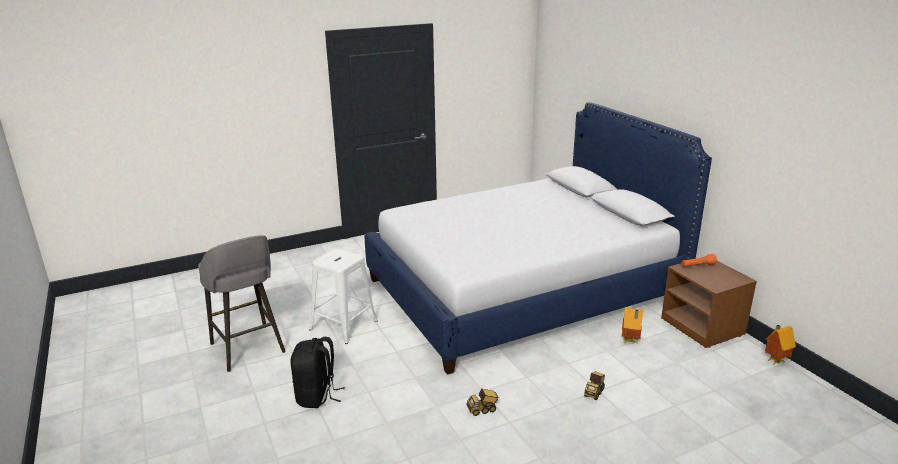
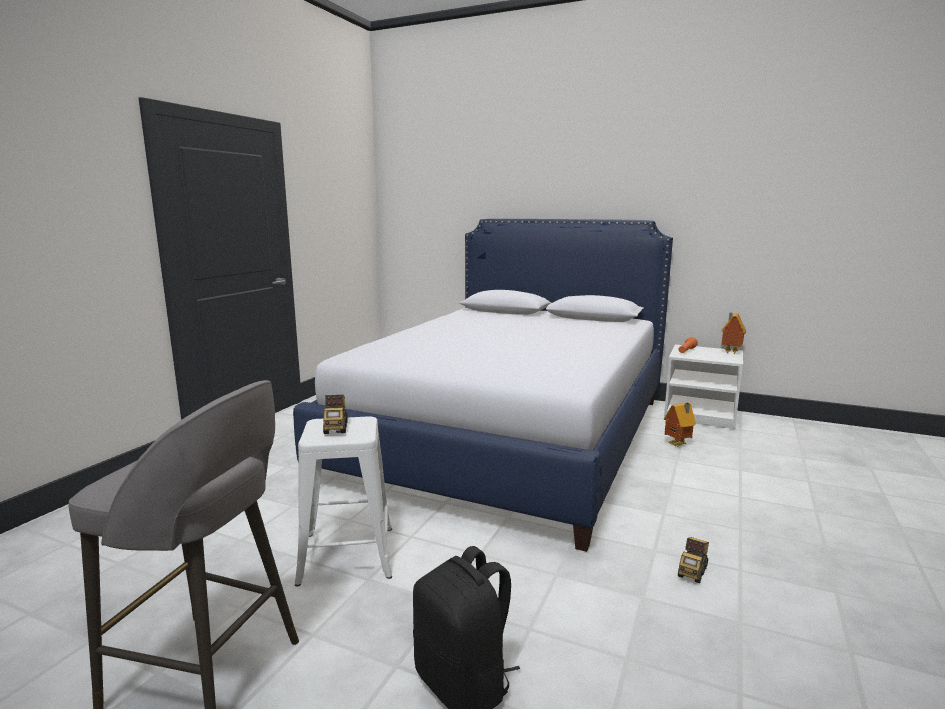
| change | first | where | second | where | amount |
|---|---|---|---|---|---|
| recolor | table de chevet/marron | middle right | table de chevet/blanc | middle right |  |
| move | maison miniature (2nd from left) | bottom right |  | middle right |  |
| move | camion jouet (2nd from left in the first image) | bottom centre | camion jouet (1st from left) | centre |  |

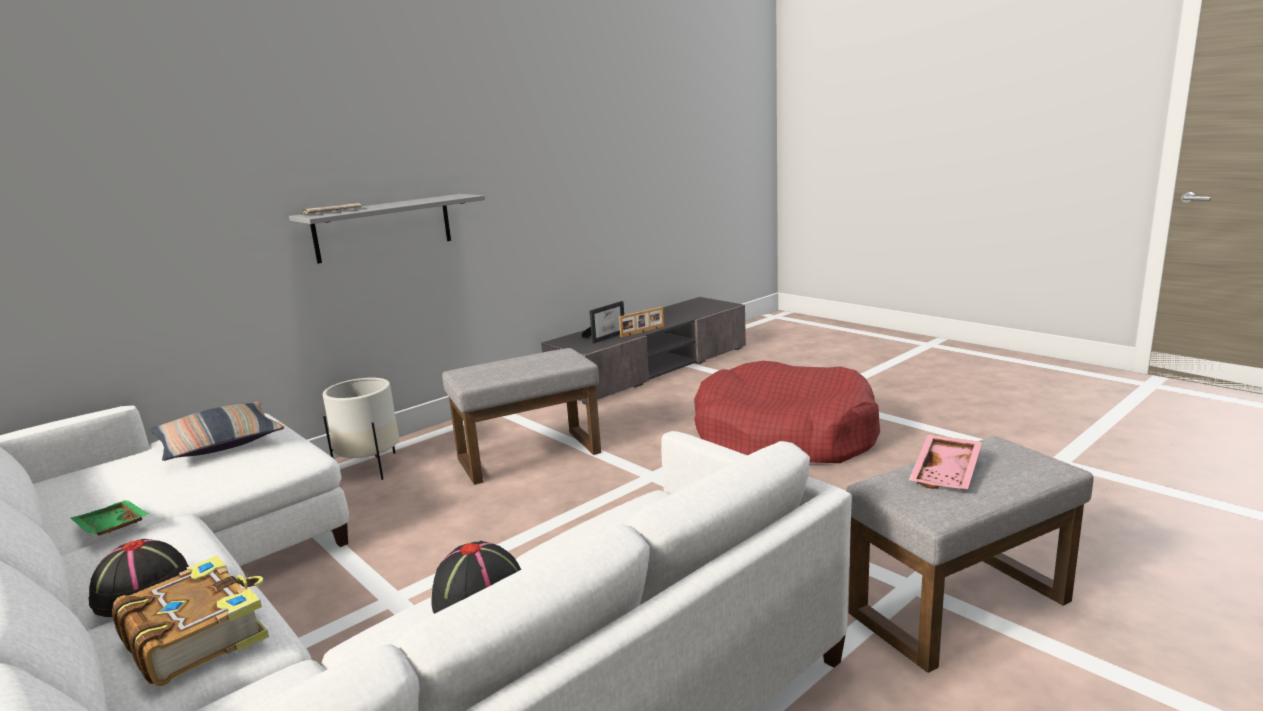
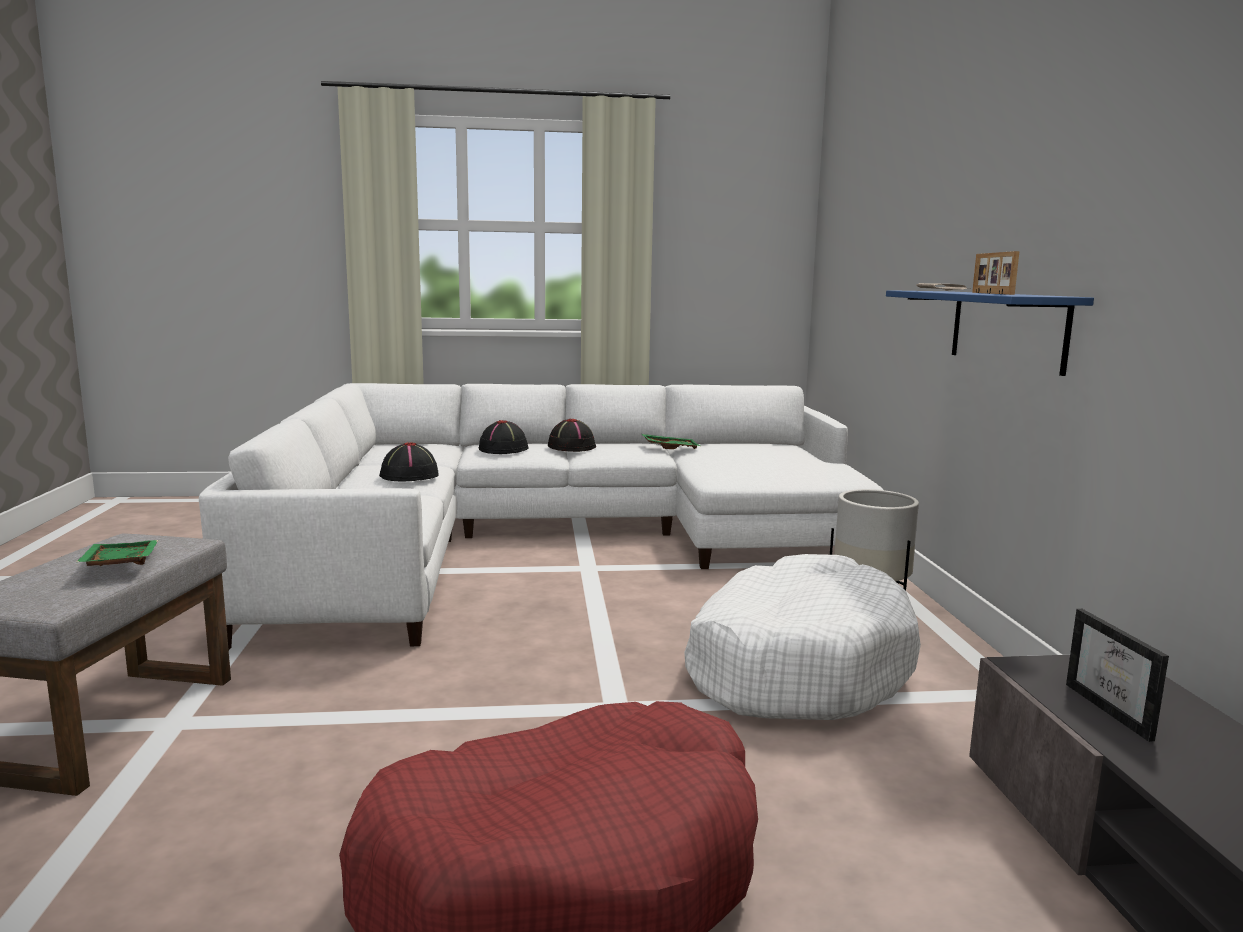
| change | first | where | second | where | amount |
|---|---|---|---|---|---|
| recolor | étagère/gris | top left | étagère/bleu | middle right |  |
| move | cadre photo (2nd from left in the first image) | centre | cadre photo (1st from left) | top right |  |
| replace | pouf/gris (1st from left) | centre | panier pour chien/blanc | bottom centre |  |
| delete | coussin | middle left |  |  |  |
| recolor | plateau/rose | middle right | plateau/vert (1st from left) | middle left |  |
| replace | livre | bottom left | chapeau/noir (2nd from left) | centre |  |

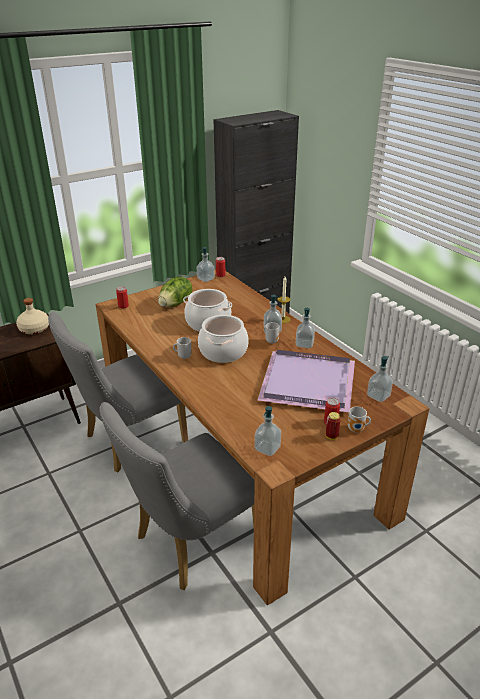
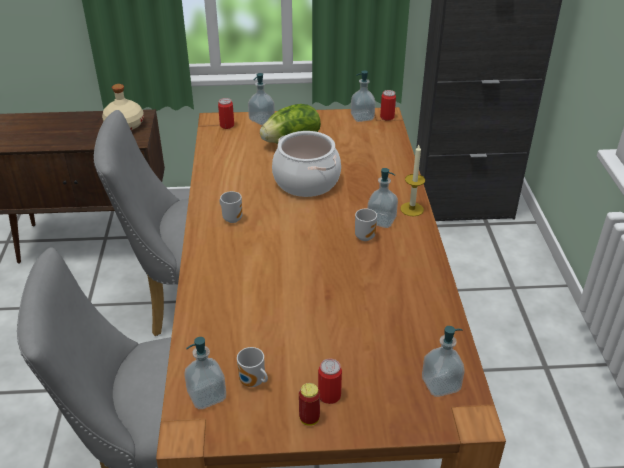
| change | first | where | second | where | amount |
|---|---|---|---|---|---|
| move | distributeur de savon (4th from left in the first image) | centre | distributeur de savon (2nd from left) | top centre |  |
| delete | marmite (2nd from left) | centre |  |  |  |
| delete | plateau/violet | centre |  |  |  |
| move | mug (3rd from left in the first image) | middle right | mug (2nd from left) | bottom centre |  |

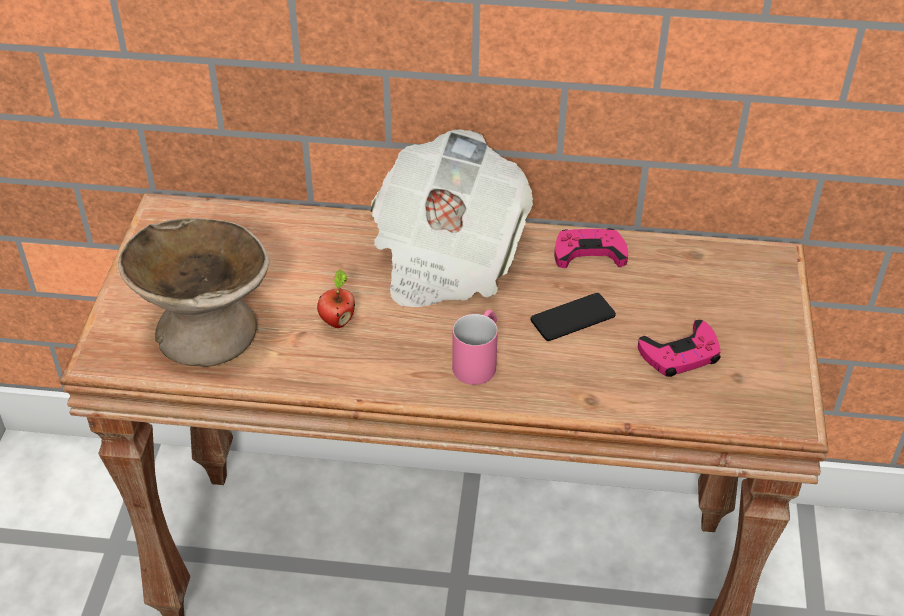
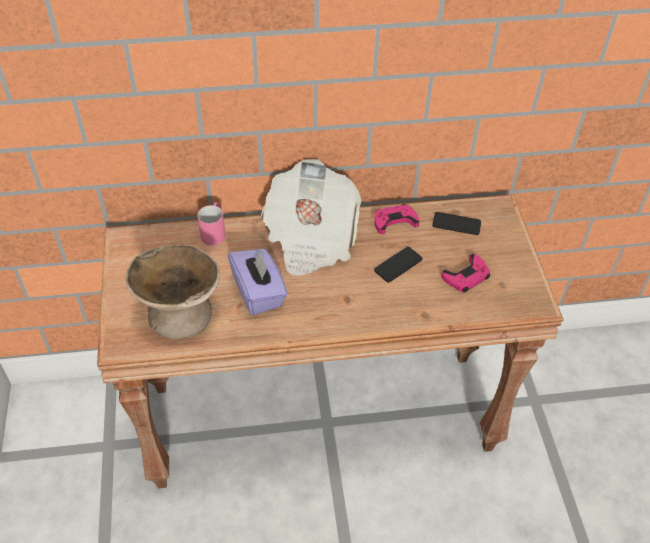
| change | first | where | second | where | amount |
|---|---|---|---|---|---|
| replace | pomme | centre | boîte à mouchoirs/violet | centre |  |
| move | mug/rose | centre |  | middle left |  |
| insert |  |  | téléphone (2nd from left) | middle right |  |

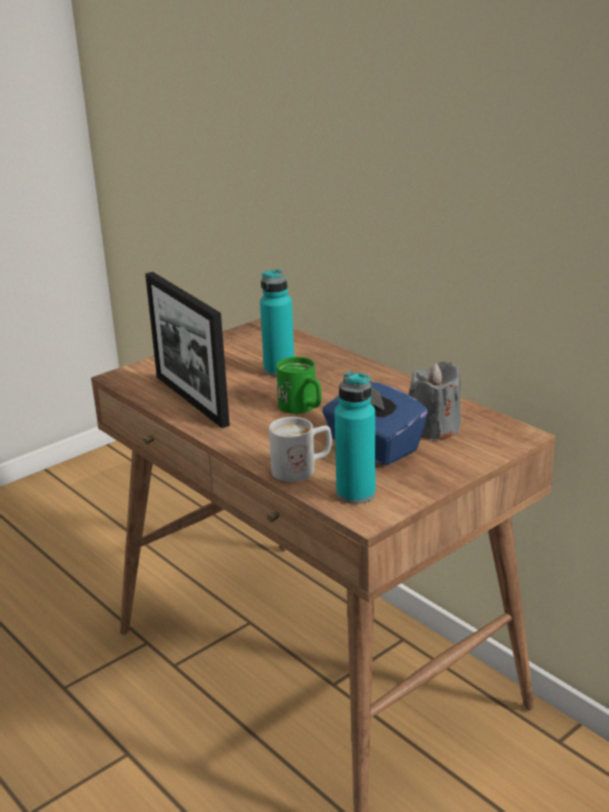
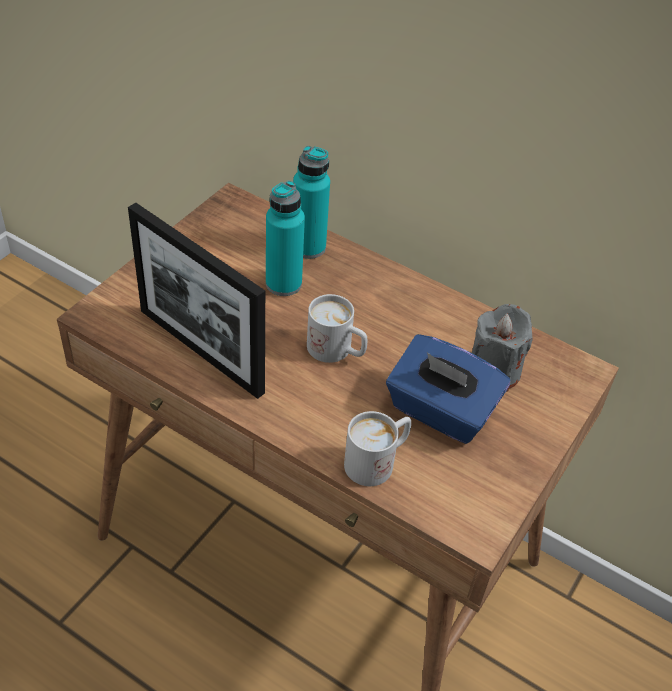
| change | first | where | second | where | amount |
|---|---|---|---|---|---|
| recolor | mug/vert | centre | mug/blanc (1st from left) | centre |  |
| move | bouteille/turquoise (2nd from left) | centre |  | top centre |  |

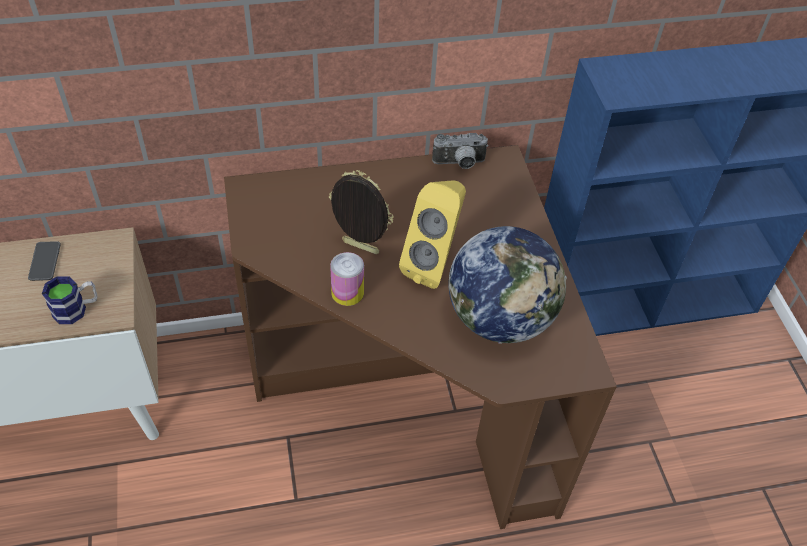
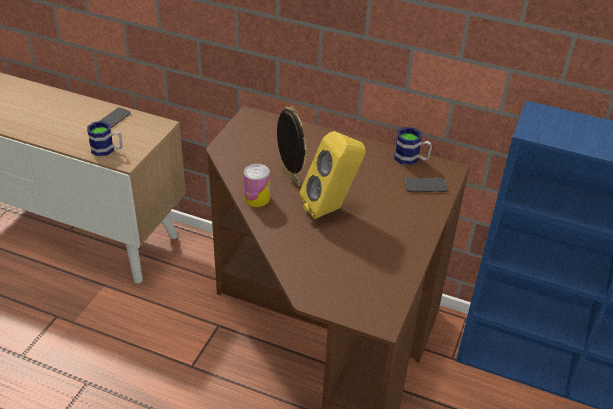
| change | first | where | second | where | amount |
|---|---|---|---|---|---|
| replace | appareil photo | top centre | mug (2nd from left) | middle right |  |
| delete | globe | centre |  |  |  |
| insert |  |  | téléphone (2nd from left) | middle right |  |

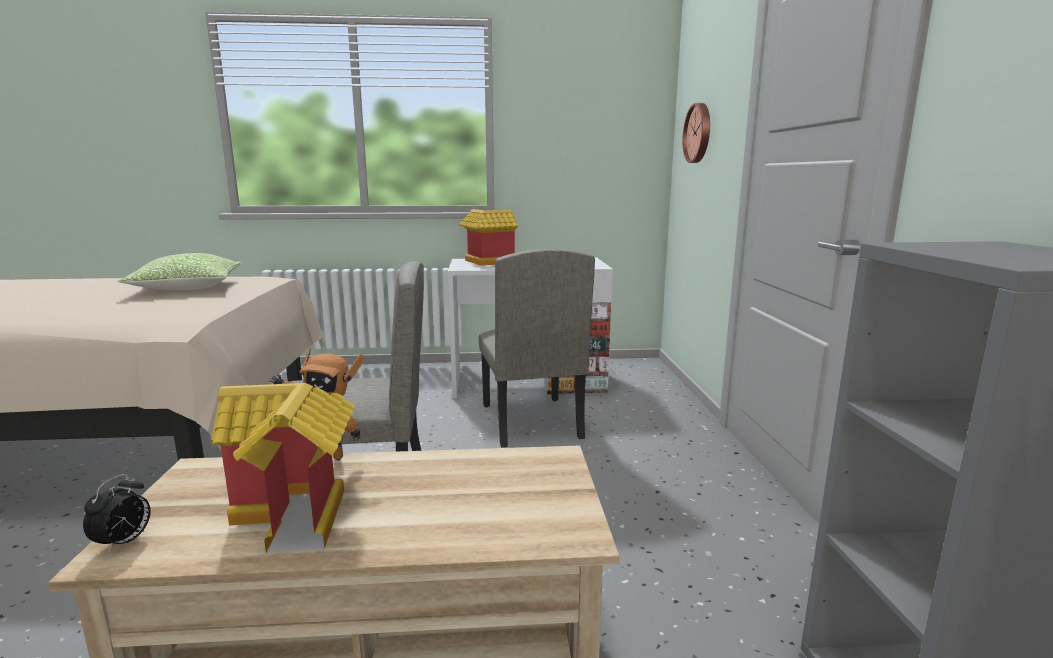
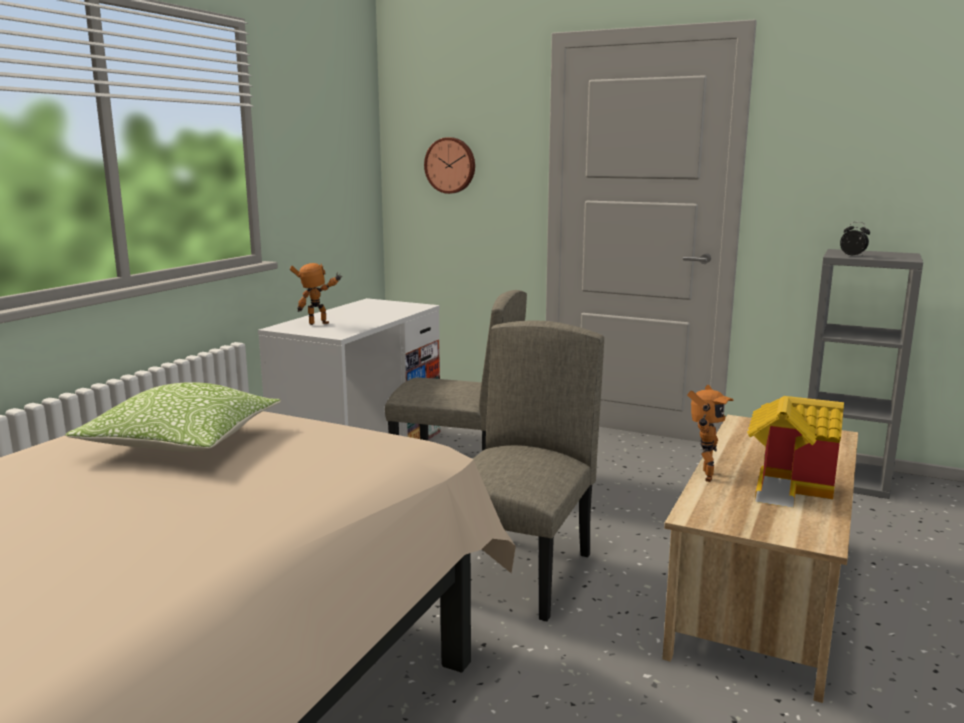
| change | first | where | second | where | amount |
|---|---|---|---|---|---|
| replace | maison miniature (2nd from left) | centre | robot jouet (1st from left) | middle left |  |
| move | réveil | bottom left |  | top right |  |

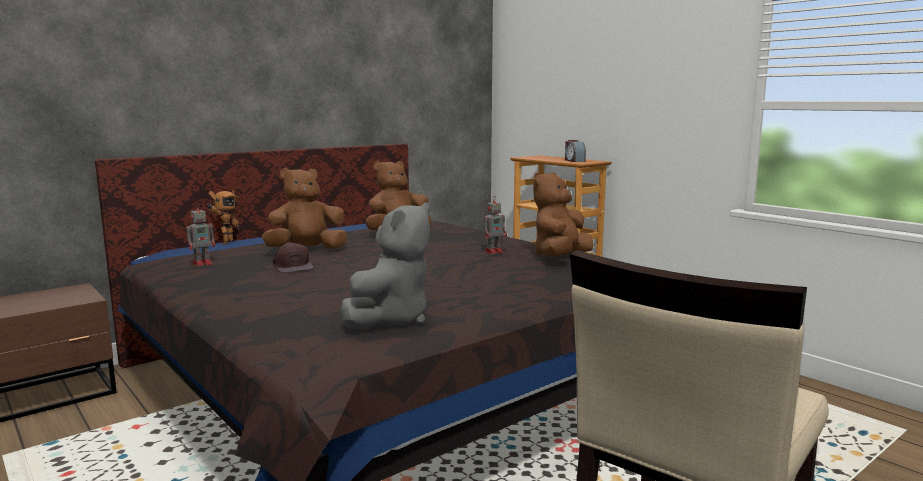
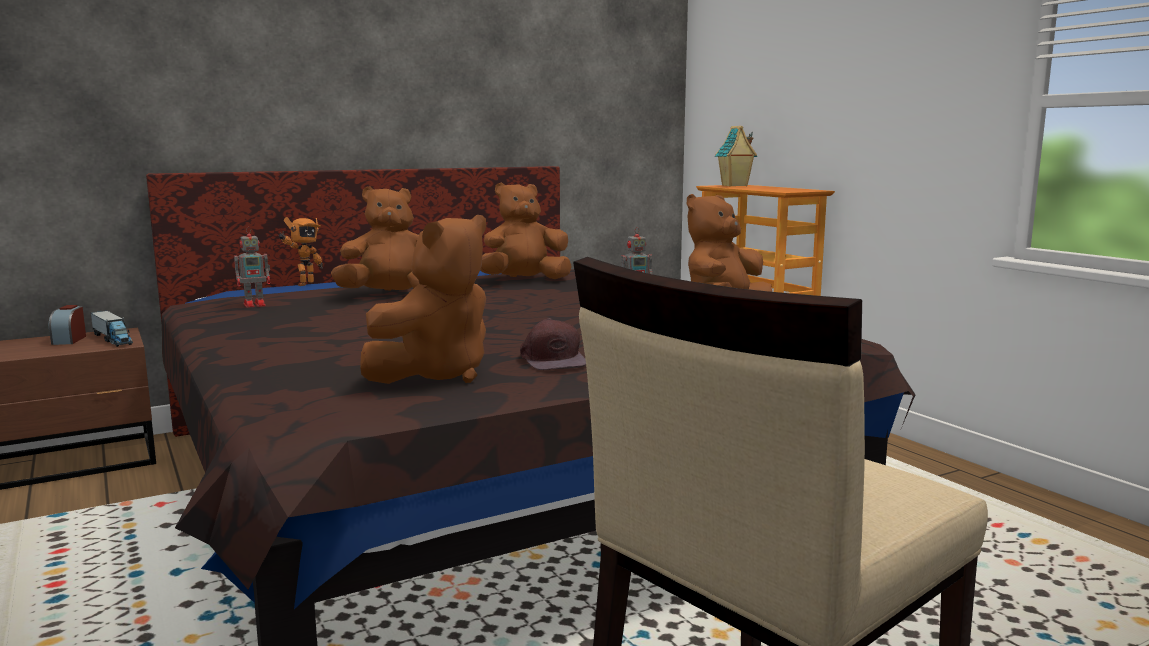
| change | first | where | second | where | amount |
|---|---|---|---|---|---|
| move | réveil | top centre |  | middle left |  |
| recolor | peluche/gris | centre | peluche/marron (2nd from left) | centre |  |
| move | casquette/marron | middle left |  | centre |  |
| insert |  |  | maison miniature | top centre |  |
| insert |  |  | camion jouet | middle left |  |

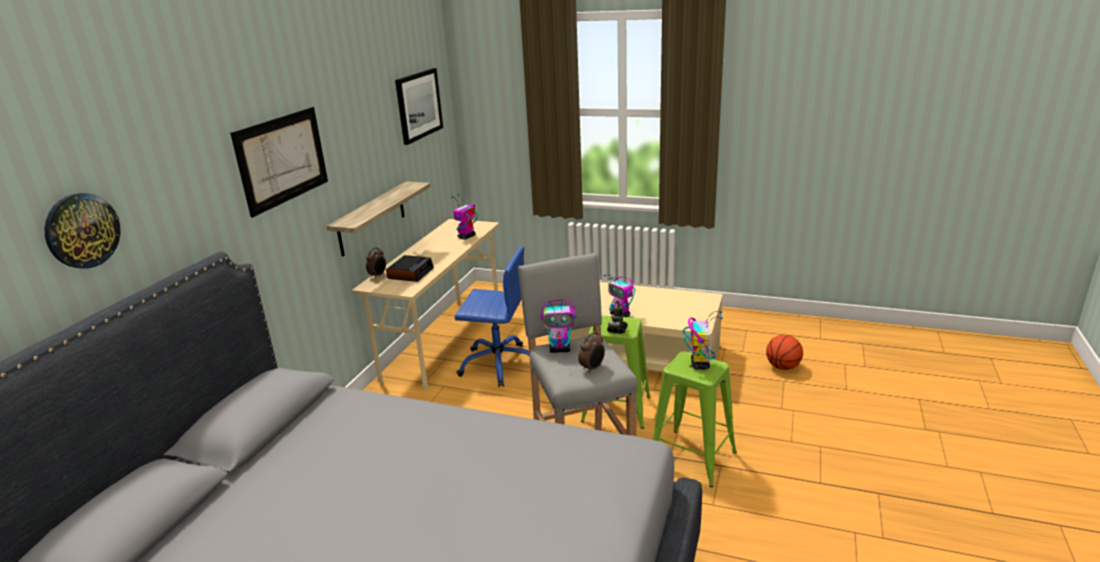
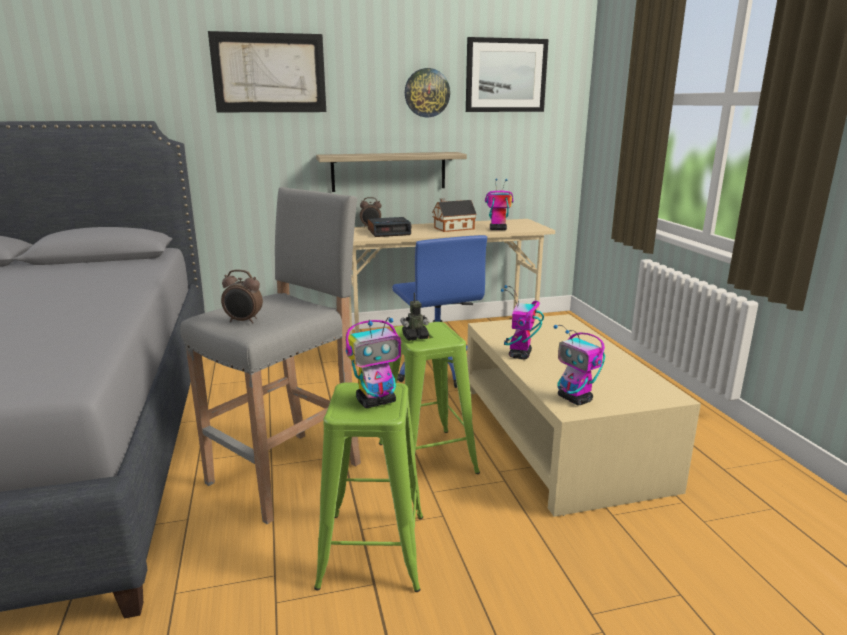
| change | first | where | second | where | amount |
|---|---|---|---|---|---|
| move | horloge murale | middle left |  | top centre |  |
| move | robot jouet (2nd from left in the first image) | centre | robot jouet (5th from left) | middle right |  |
| delete | ballon de basket | middle right |  |  |  |
| insert |  |  | maison miniature | centre |  |

